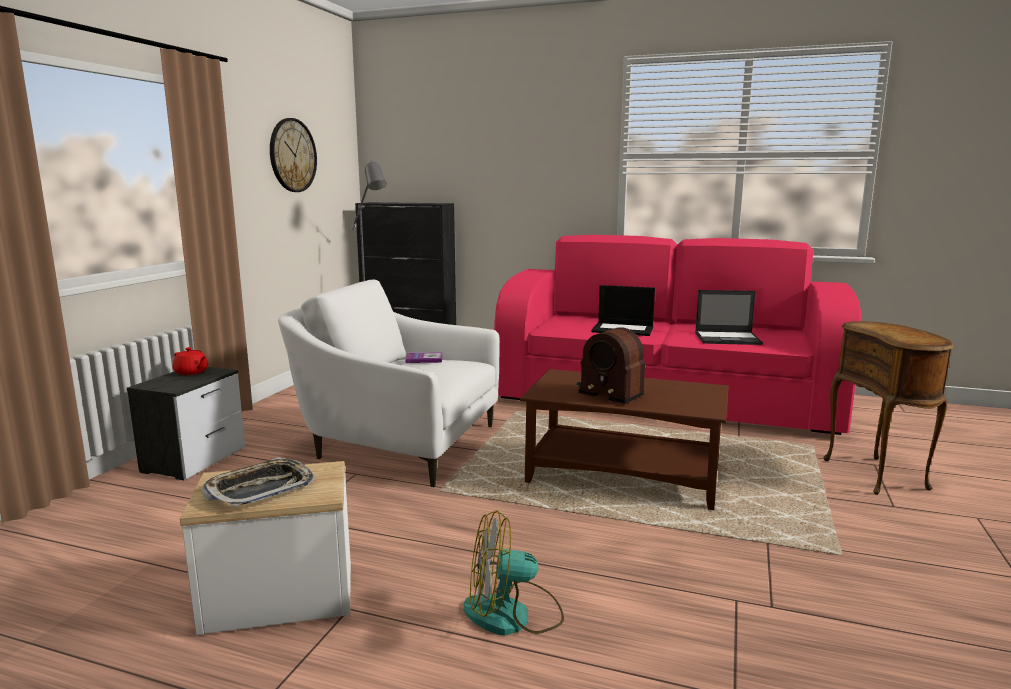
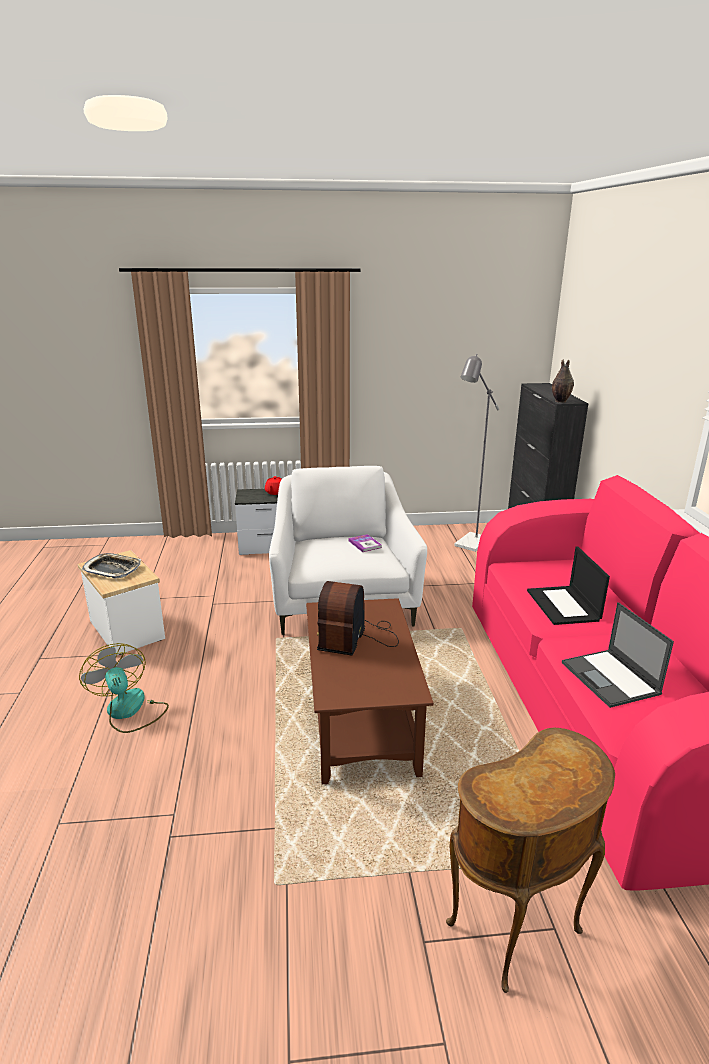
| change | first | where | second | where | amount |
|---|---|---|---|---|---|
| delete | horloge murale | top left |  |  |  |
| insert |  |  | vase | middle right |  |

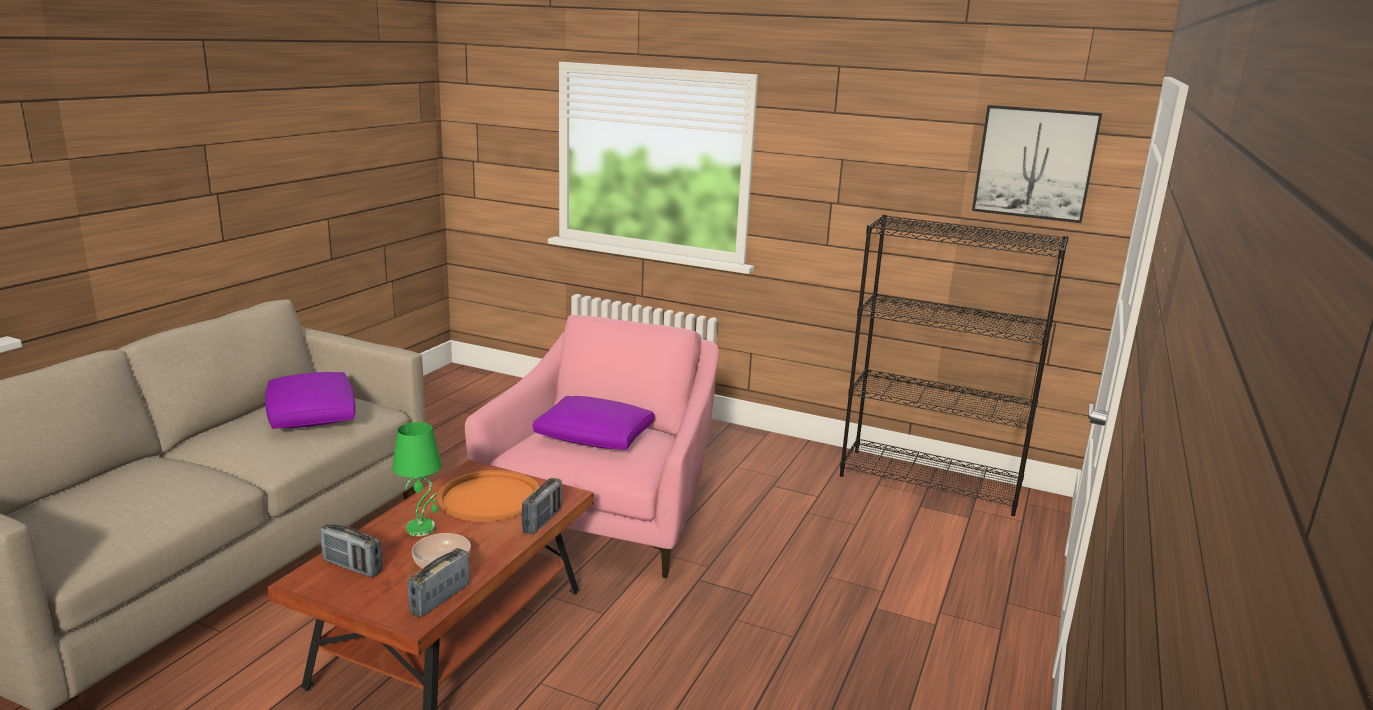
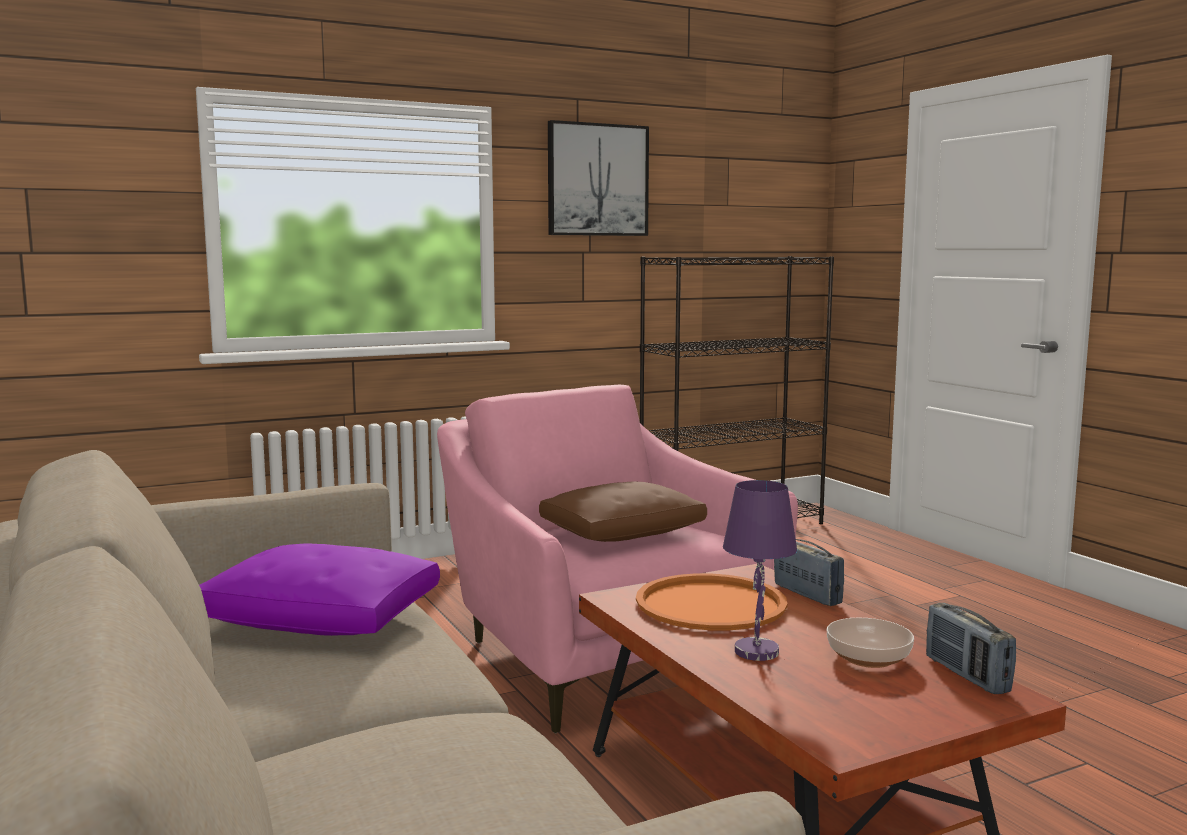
| change | first | where | second | where | amount |
|---|---|---|---|---|---|
| move | tableau | top right |  | top centre |  |
| recolor | coussin/violet (2nd from left) | centre | coussin/marron | centre |  |
| recolor | lampe de table/vert | bottom left | lampe de table/violet | bottom centre |  |
| delete | radio (1st from left) | bottom left |  |  |  |

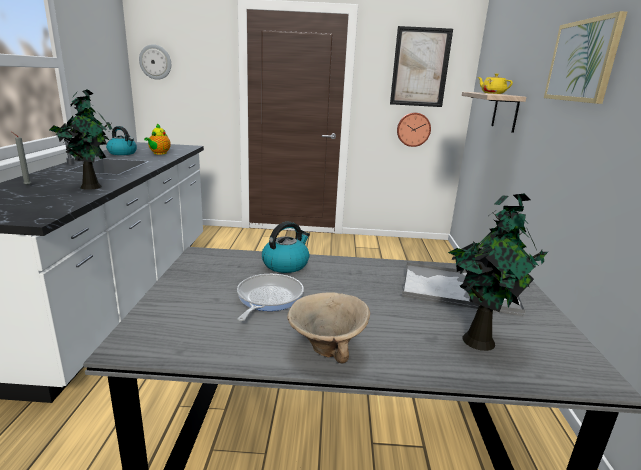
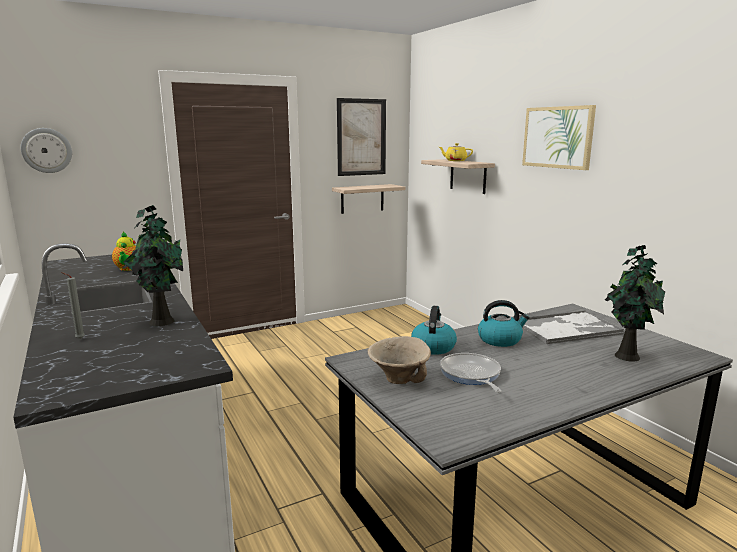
| change | first | where | second | where | amount |
|---|---|---|---|---|---|
| replace | horloge murale (2nd from left) | top centre | étagère (1st from left) | centre |  |
| move | bouilloire (1st from left in the first image) | top left | bouilloire (2nd from left) | middle right |  |
| move | bol/beige | bottom centre |  | centre |  |

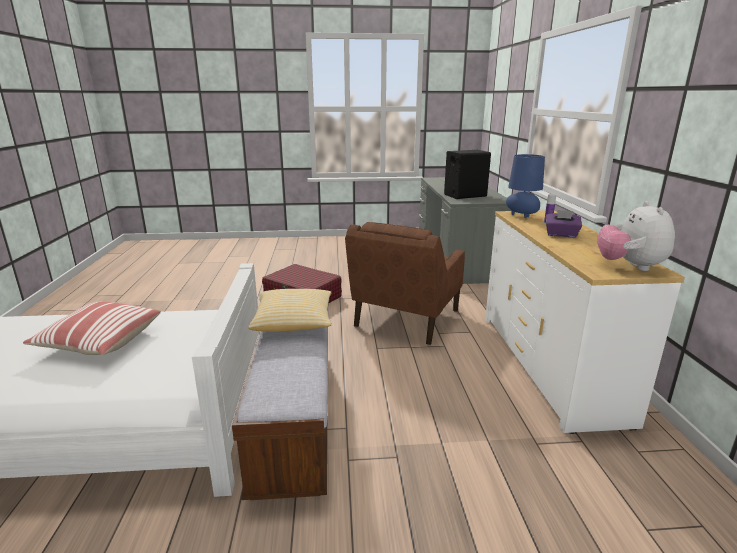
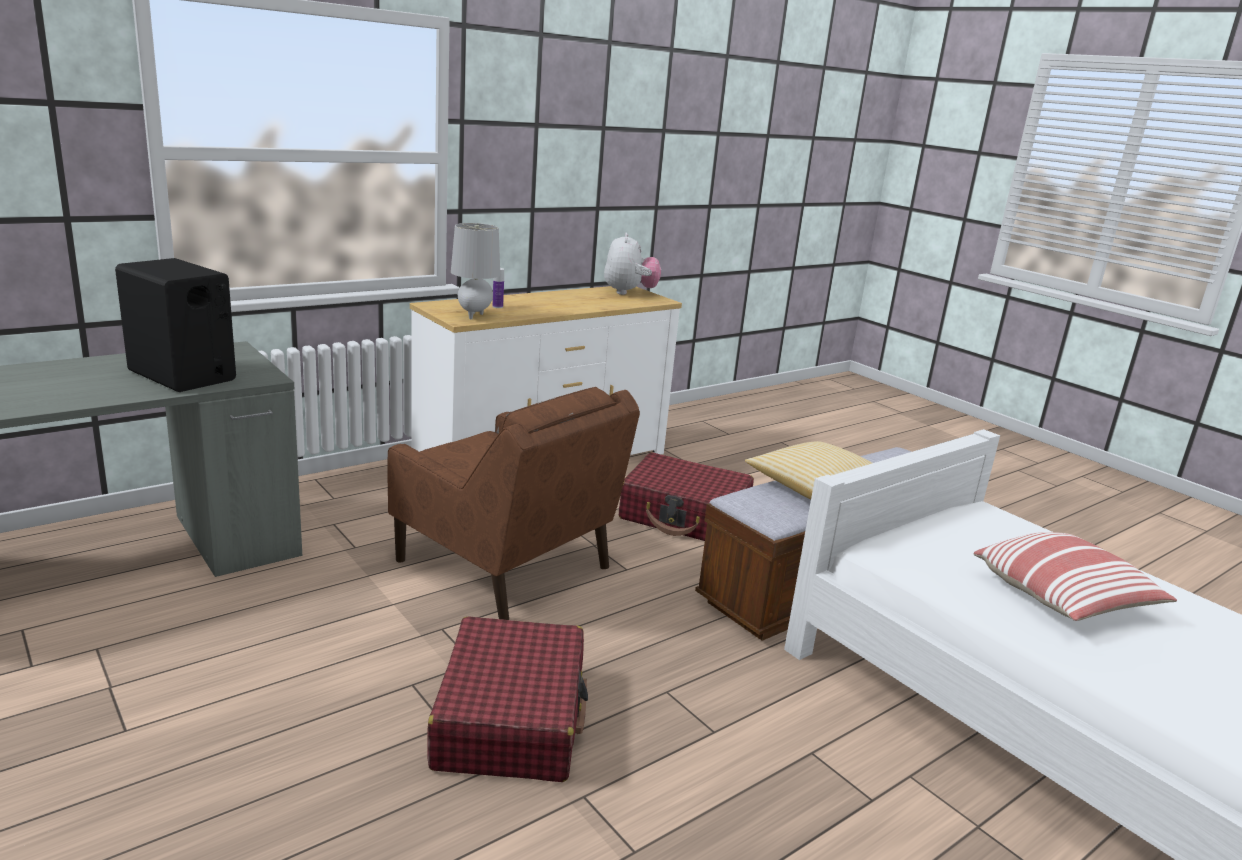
| change | first | where | second | where | amount |
|---|---|---|---|---|---|
| recolor | lampe de table/bleu | middle right | lampe de table/gris | top centre |  |
| rotate | peluche | middle right |  | top centre | 60 degrees counterclockwise |
| delete | boîte à mouchoirs/violet | middle right |  |  |  |
| rotate | fauteuil/marron | centre |  | centre | 45 degrees clockwise |
| insert |  |  | valise/rouge (2nd from left) | centre |  |

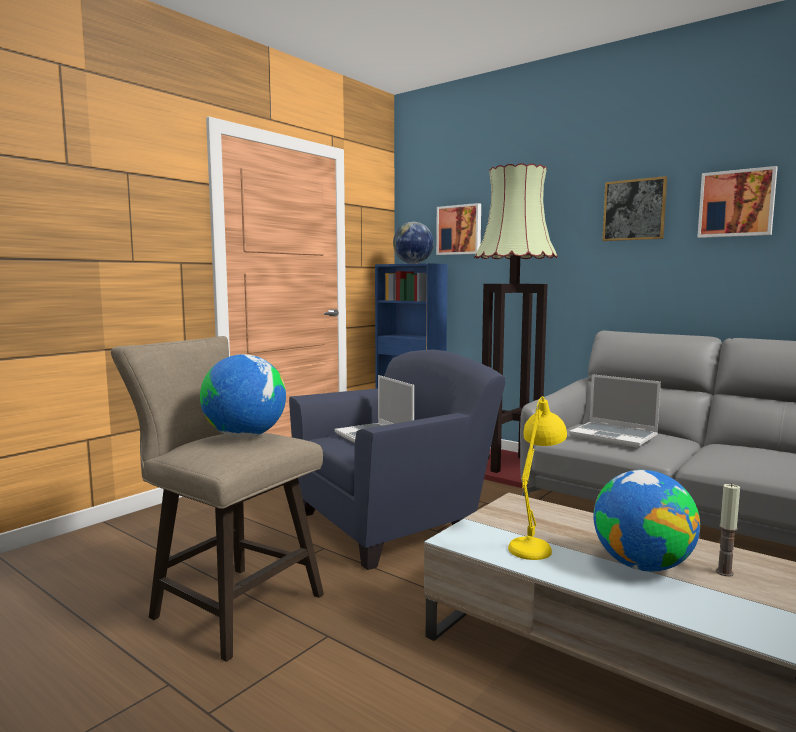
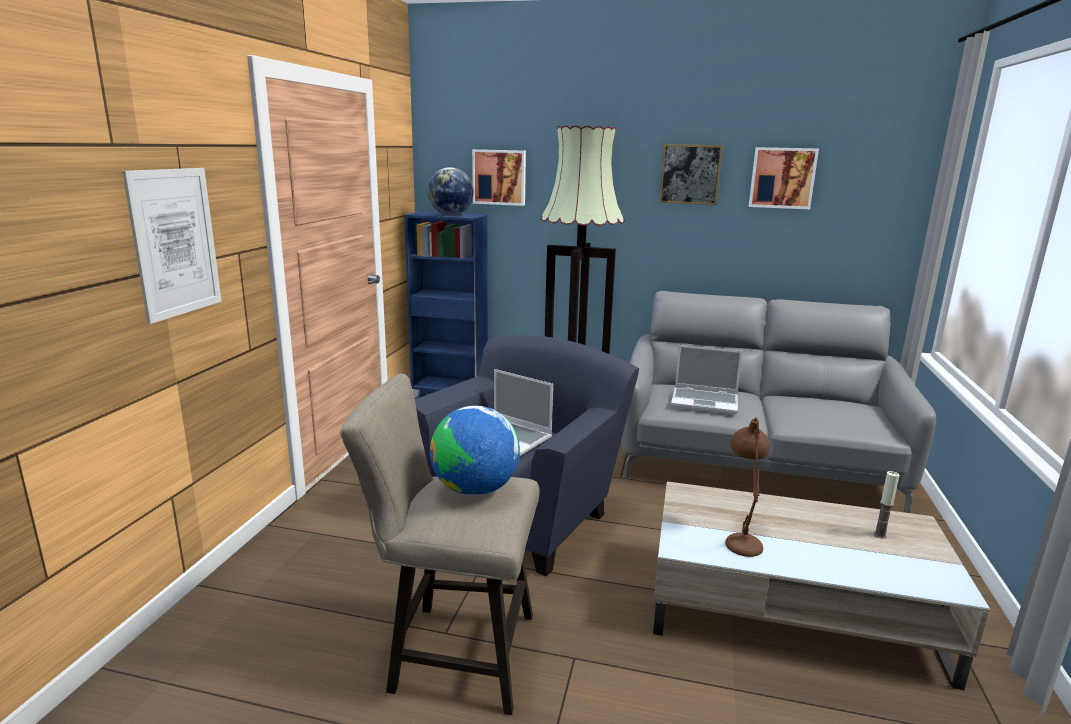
| change | first | where | second | where | amount |
|---|---|---|---|---|---|
| recolor | lampe de table/jaune | middle right | lampe de table/marron | bottom right |  |
| delete | globe (3rd from left) | bottom right |  |  |  |
| insert |  |  | tableau (1st from left) | middle left |  |

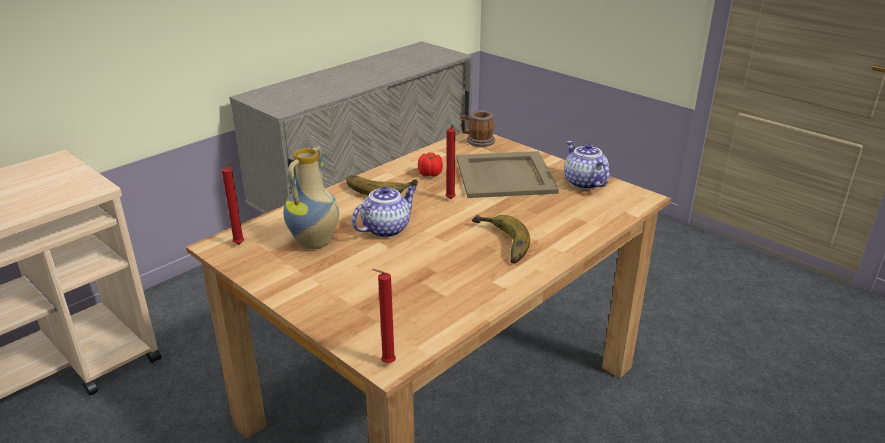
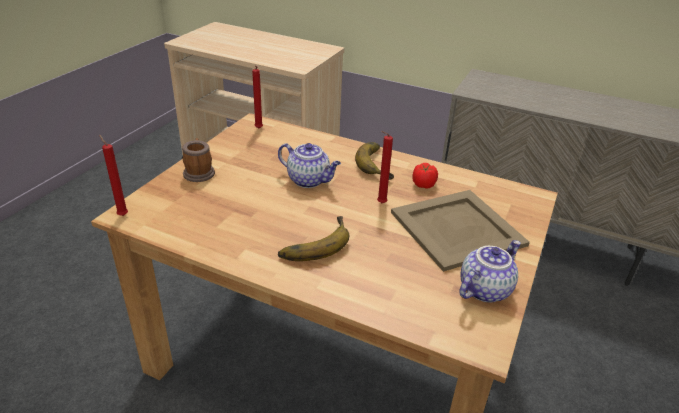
| change | first | where | second | where | amount |
|---|---|---|---|---|---|
| move | mug | top centre |  | middle left |  |
| delete | vase | centre |  |  |  |

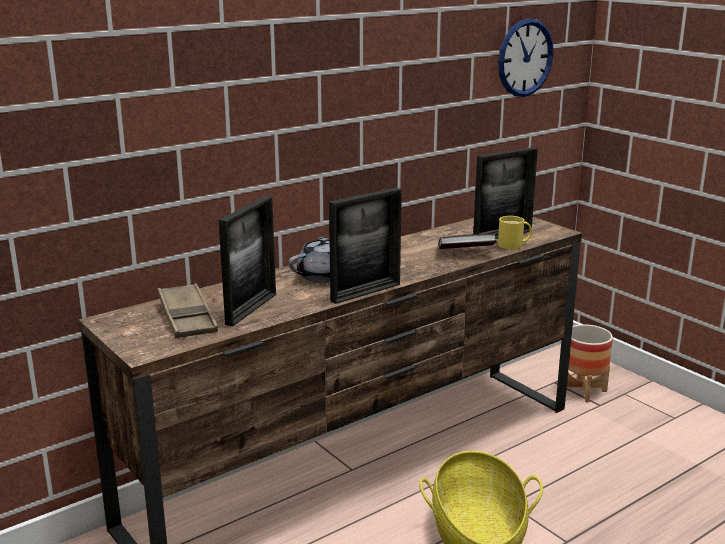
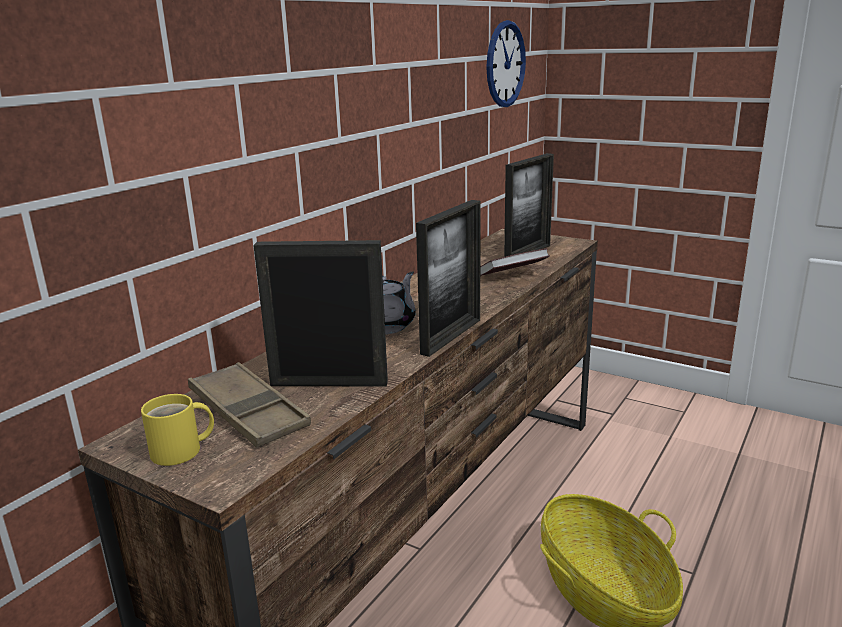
| change | first | where | second | where | amount |
|---|---|---|---|---|---|
| rotate | cadre photo (1st from left) | centre |  | centre | 90 degrees counterclockwise |
| move | mug/jaune | middle right |  | bottom left |  |
| delete | cache-pot | bottom right |  |  |  |

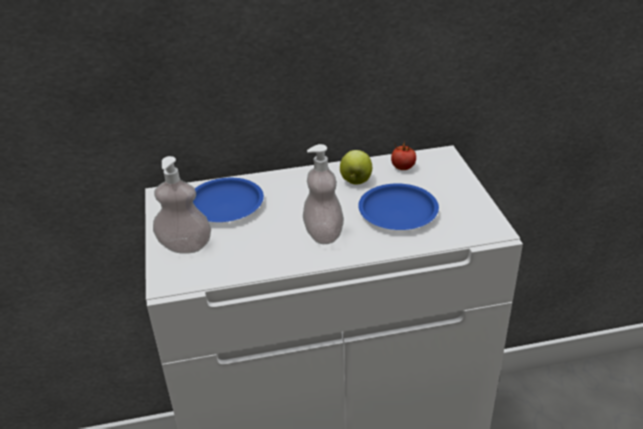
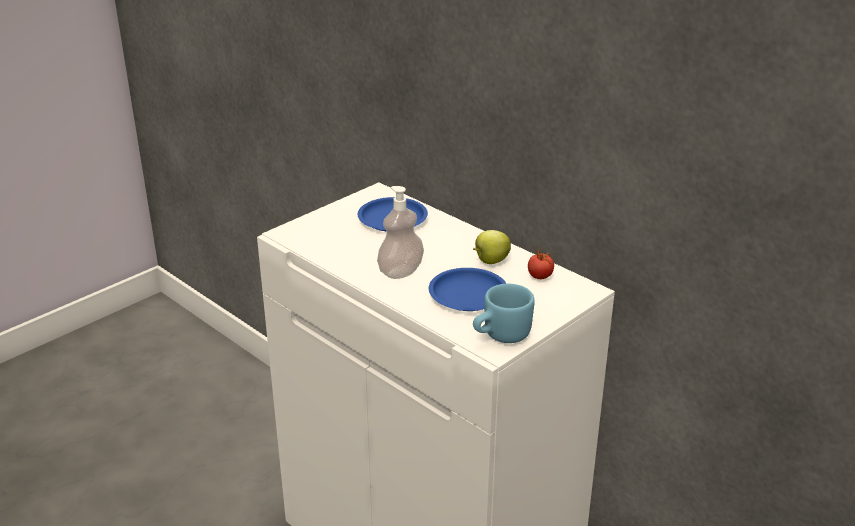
| change | first | where | second | where | amount |
|---|---|---|---|---|---|
| delete | distributeur de savon (1st from left) | middle left |  |  |  |
| insert |  |  | mug/bleu | centre |  |

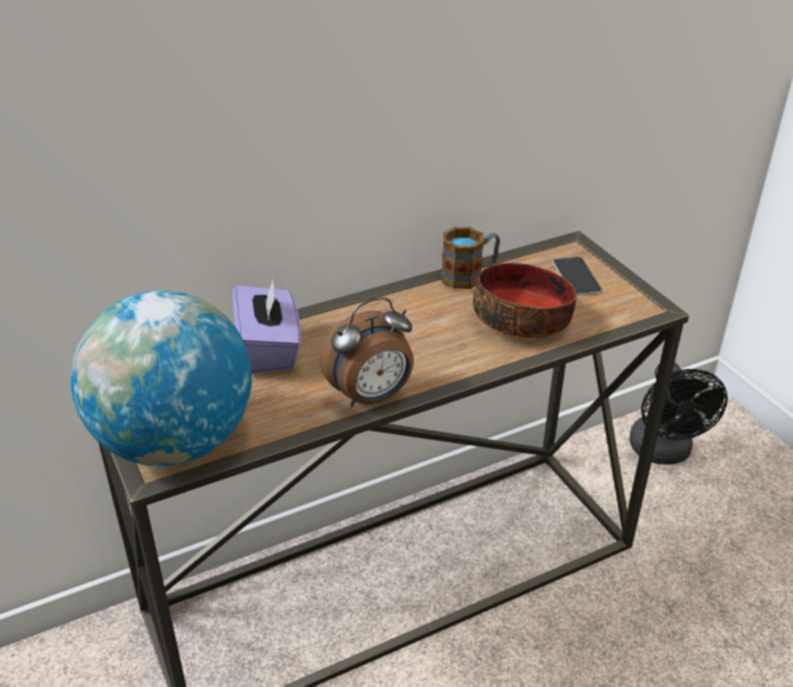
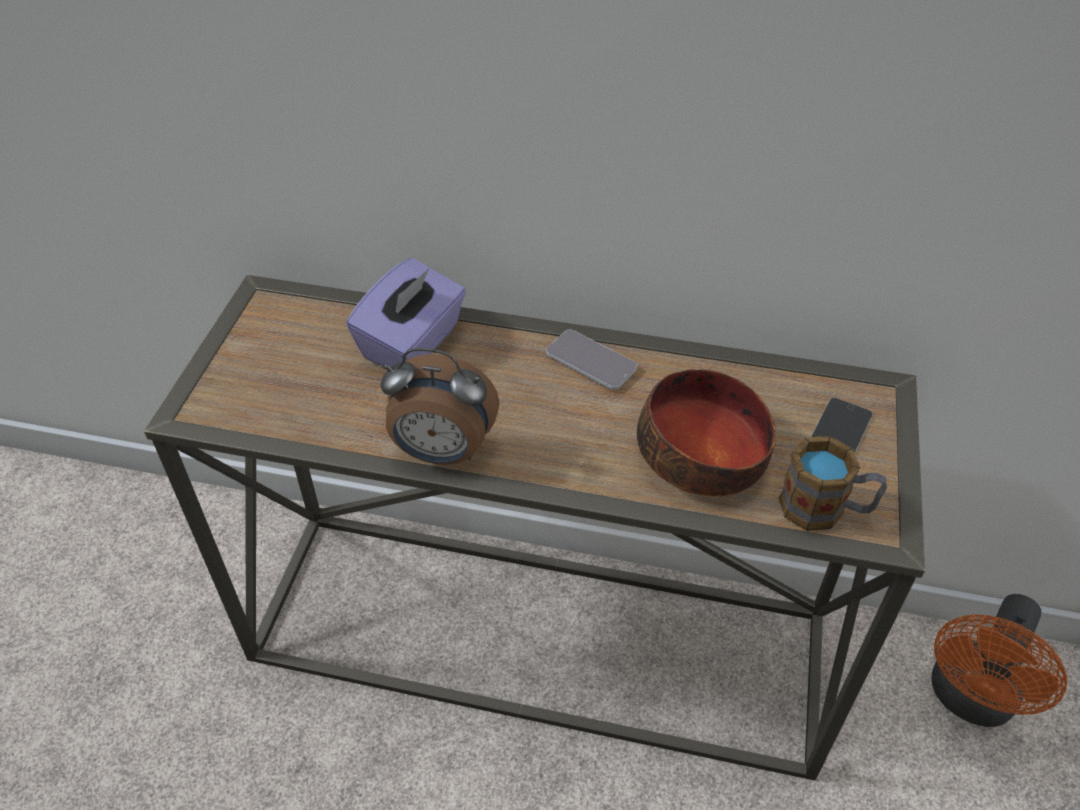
| change | first | where | second | where | amount |
|---|---|---|---|---|---|
| move | mug | centre |  | middle right |  |
| delete | globe | middle left |  |  |  |
| recolor | ventilateur/noir | middle right | ventilateur/orange | bottom right |  |
| insert |  |  | téléphone (1st from left) | centre |  |

